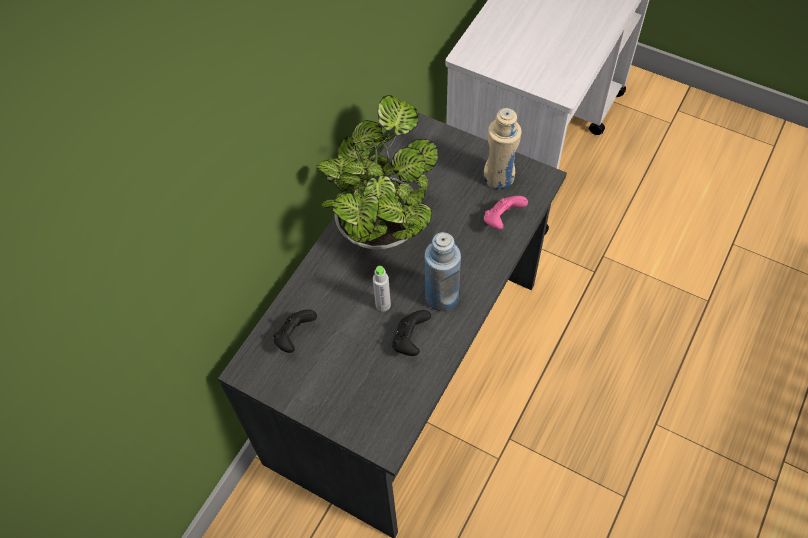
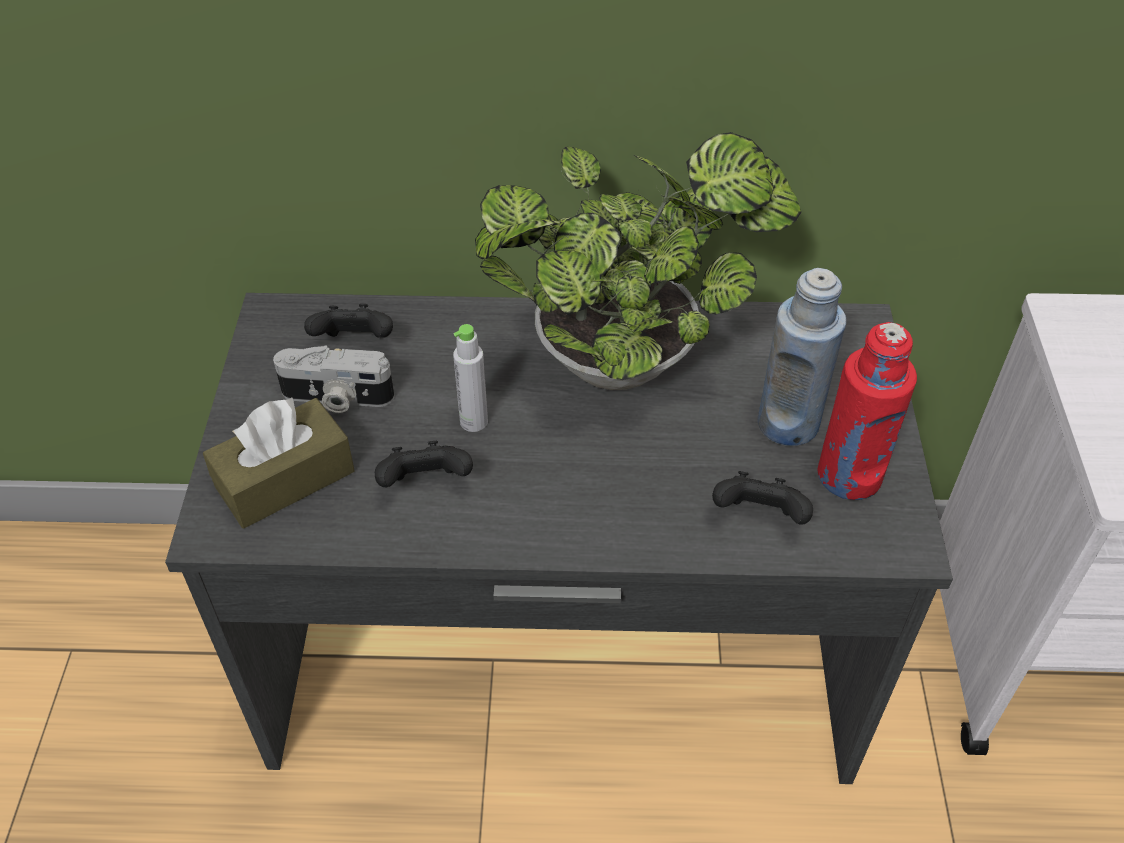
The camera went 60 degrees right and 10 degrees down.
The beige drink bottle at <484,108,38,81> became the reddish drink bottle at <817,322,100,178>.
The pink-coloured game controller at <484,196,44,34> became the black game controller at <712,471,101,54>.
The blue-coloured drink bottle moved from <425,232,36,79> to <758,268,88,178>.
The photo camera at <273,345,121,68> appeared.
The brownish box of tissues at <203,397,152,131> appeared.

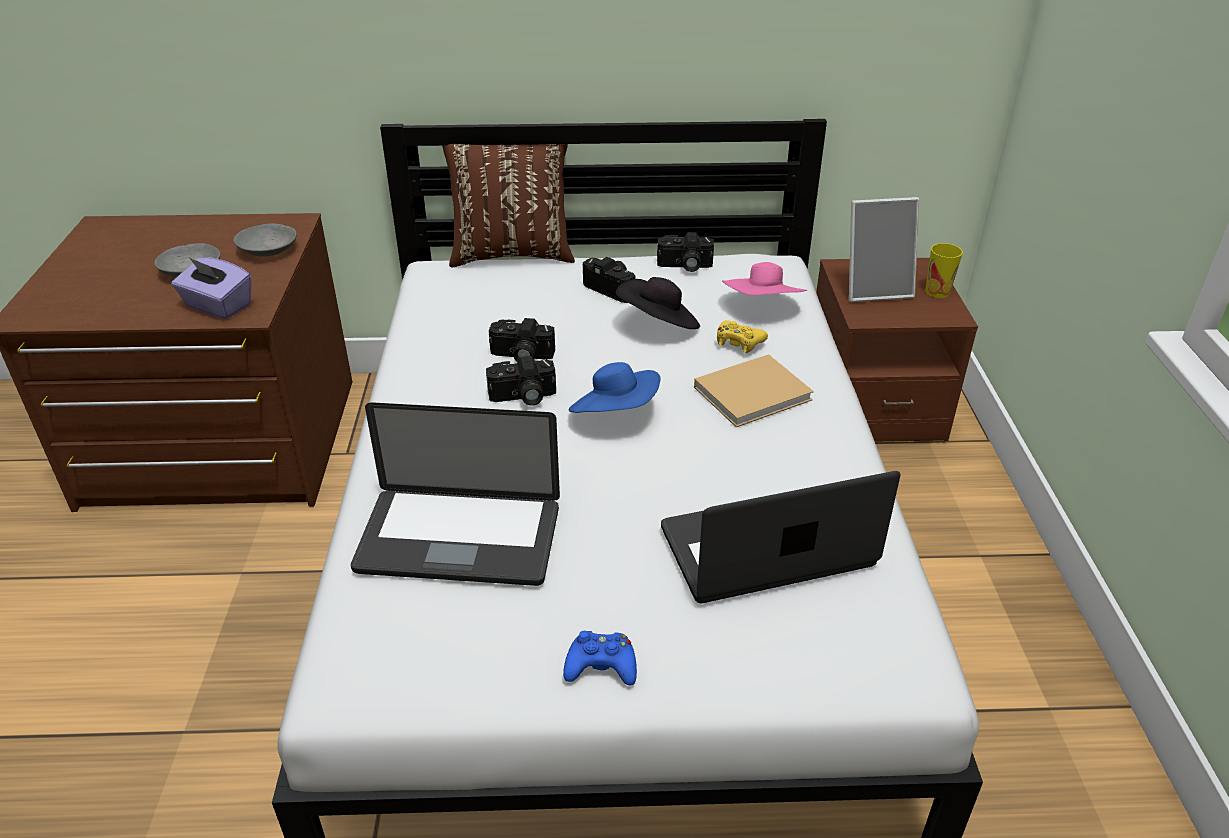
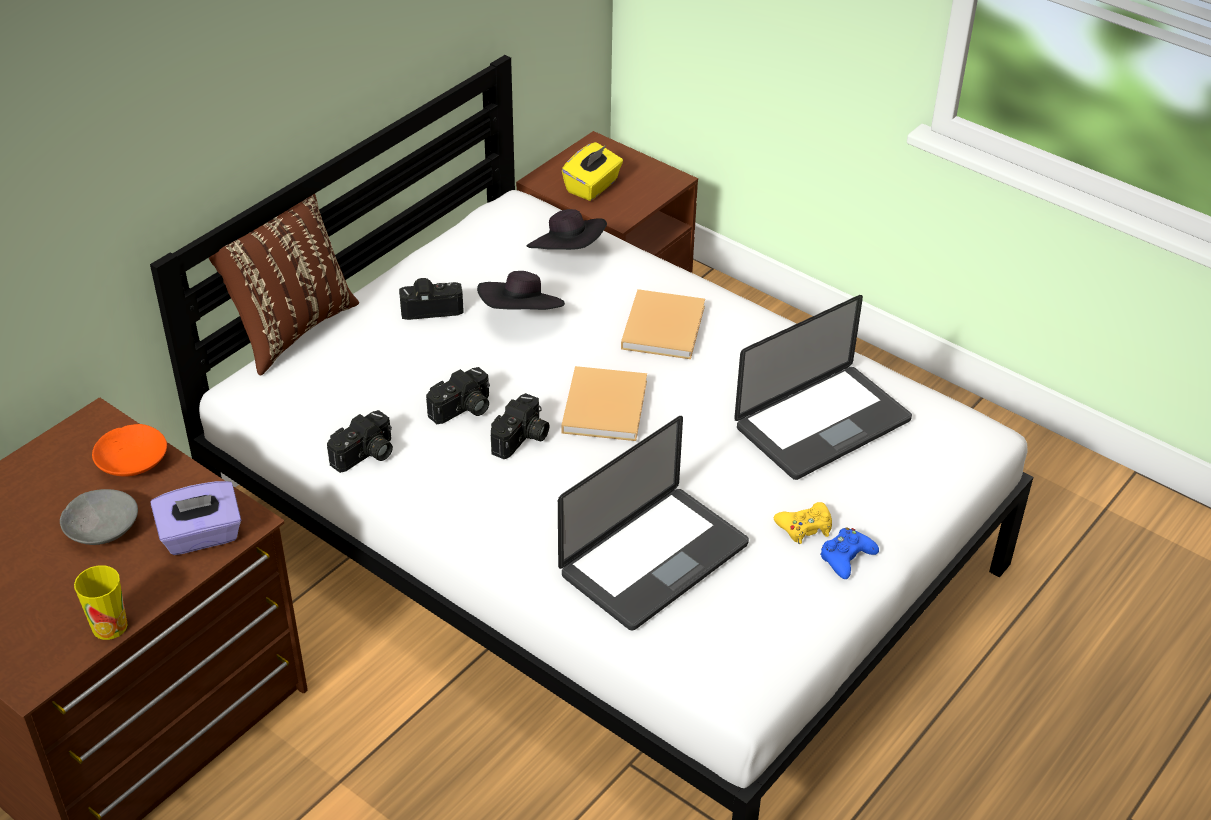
The camera went 50 degrees left and 5 degrees up.
The picture frame at <849,197,70,105> was replaced by the yellow-coloured box of tissues at <562,142,61,59>.
The grey serving bowl at <233,223,64,34> became the orange serving bowl at <92,424,75,53>.
The photo camera moved from <657,232,57,40> to <327,410,66,63>.
The small cup moved from <925,243,38,55> to <74,565,54,75>.
The pink-coloured clothing hat at <722,262,85,34> became the black clothing hat at <526,209,81,41>.
The yellow-coloured game controller moved from <717,320,51,33> to <774,502,58,42>.
The blue-coloured clothing hat at <568,362,93,51> was replaced by the beige bound book at <561,366,86,75>.
The notebook computer at <661,471,239,132> turned 150 degrees counterclockwise.

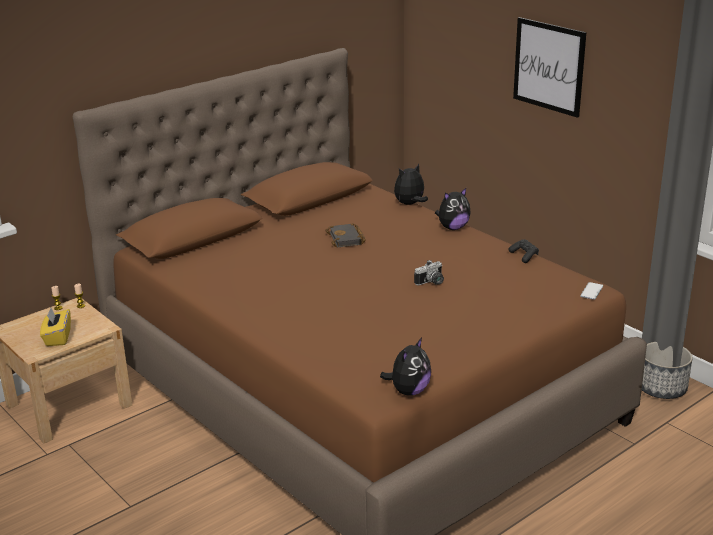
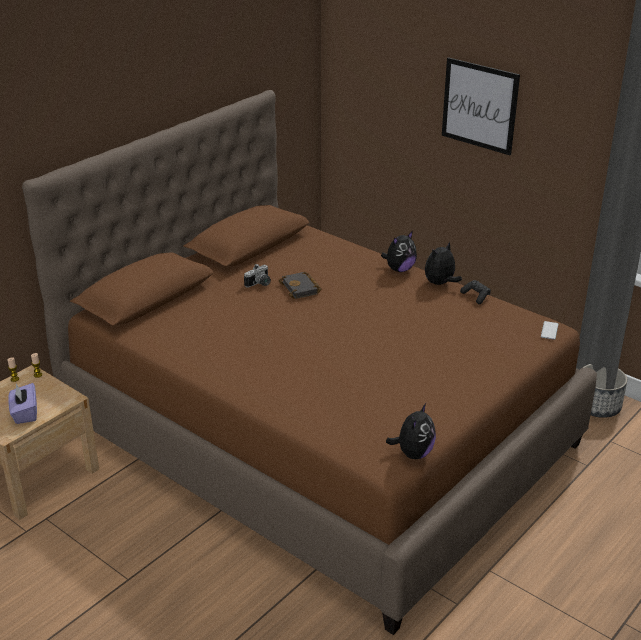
The camera went 10 degrees left and 5 degrees up.
The soft toy moved from <394,164,34,41> to <425,242,37,43>.
The photo camera moved from <414,260,30,25> to <244,264,27,24>.
The yellow-coloured box of tissues at <40,308,31,38> became the purplish box of tissues at <8,383,29,41>.

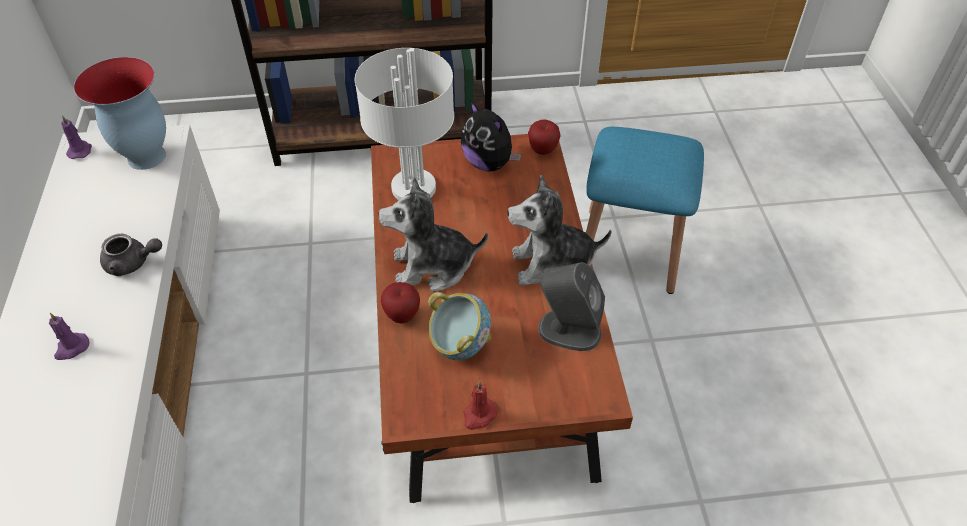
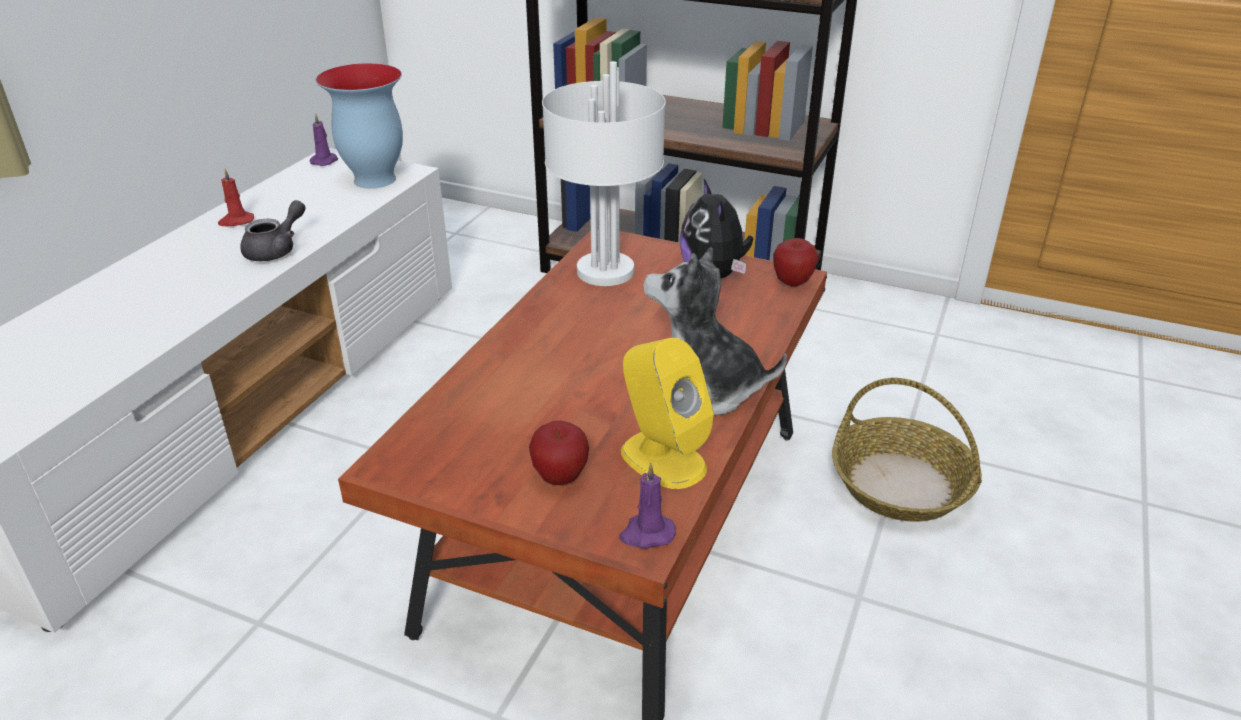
The camera went 30 degrees right and 15 degrees down.
The blue-coloured stool at <586,127,118,167> was replaced by the household basket at <832,378,150,144>.
The soft toy at <378,177,110,115> disappeared.
The grey teapot at <100,234,62,42> turned 90 degrees counterclockwise.
The grey audio speaker at <538,262,67,89> became the yellow-coloured audio speaker at <621,338,93,151>.
The apple moved from <381,282,39,41> to <529,421,60,64>.
The serving bowl at <428,292,64,68> disappeared.
The purplish wax light moved from <49,313,41,47> to <619,463,57,85>.
The reddish wax light moved from <463,381,35,49> to <218,169,36,57>.

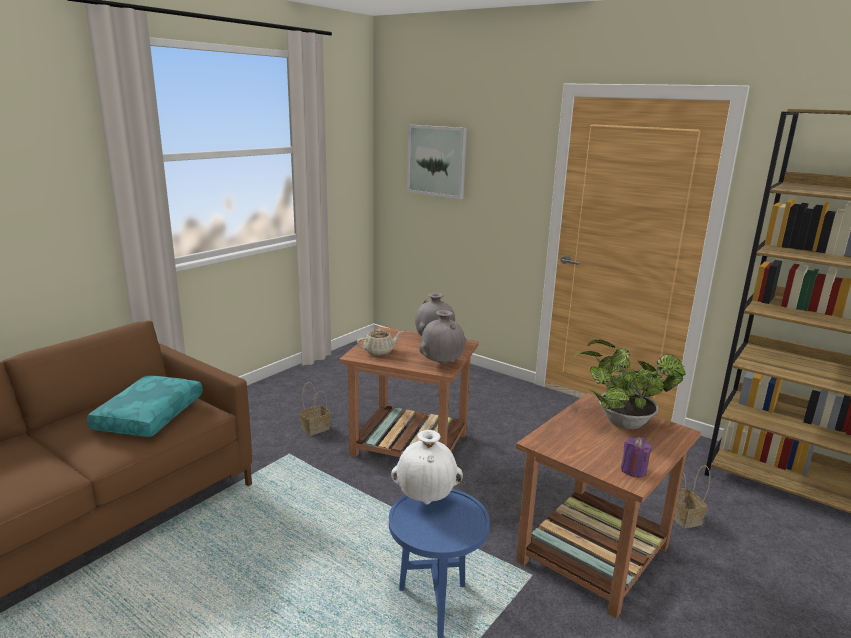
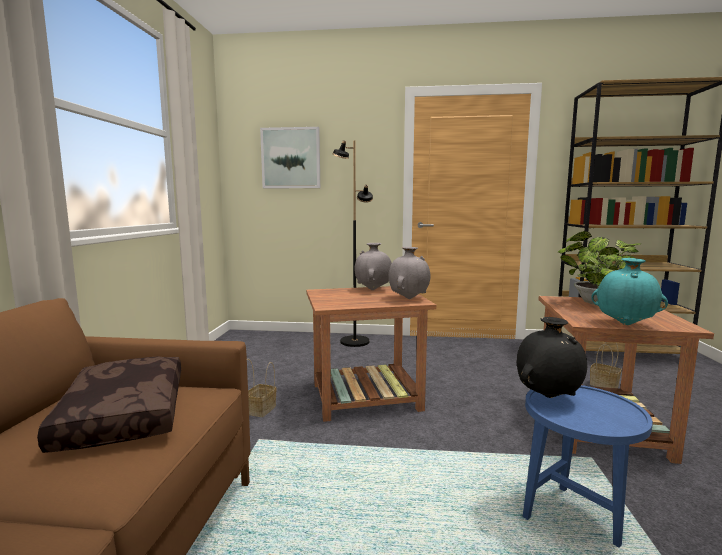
The camera went 30 degrees left and 10 degrees down.
The beige teapot at <357,329,46,26> disappeared.
The blue-green cushion at <87,376,115,61> became the brownish cushion at <37,356,144,97>.
The white-coloured decorative vase at <391,430,72,75> became the black decorative vase at <517,317,70,81>.
The purplish wax light at <621,437,31,40> disappeared.
The black floor lamp at <332,140,41,207> appeared.
The blue-green decorative vase at <591,258,77,67> appeared.

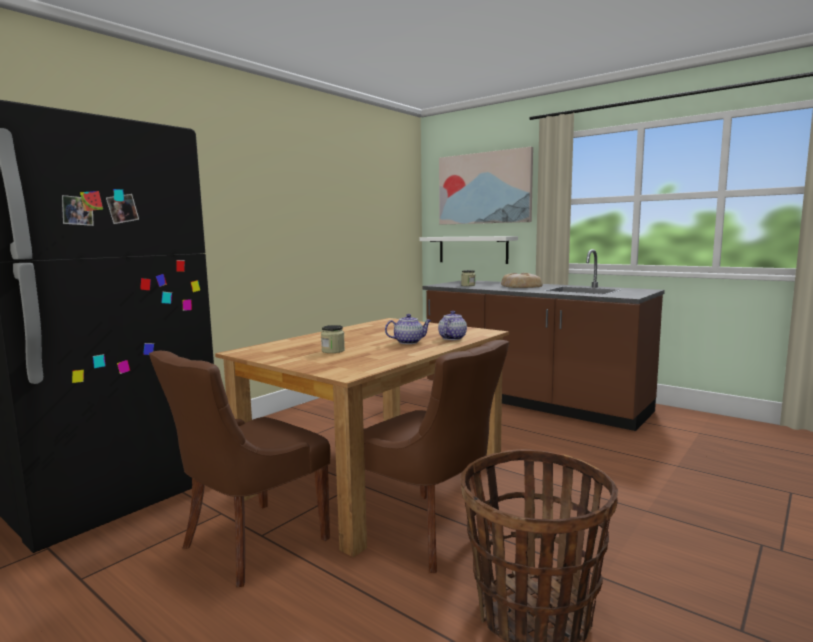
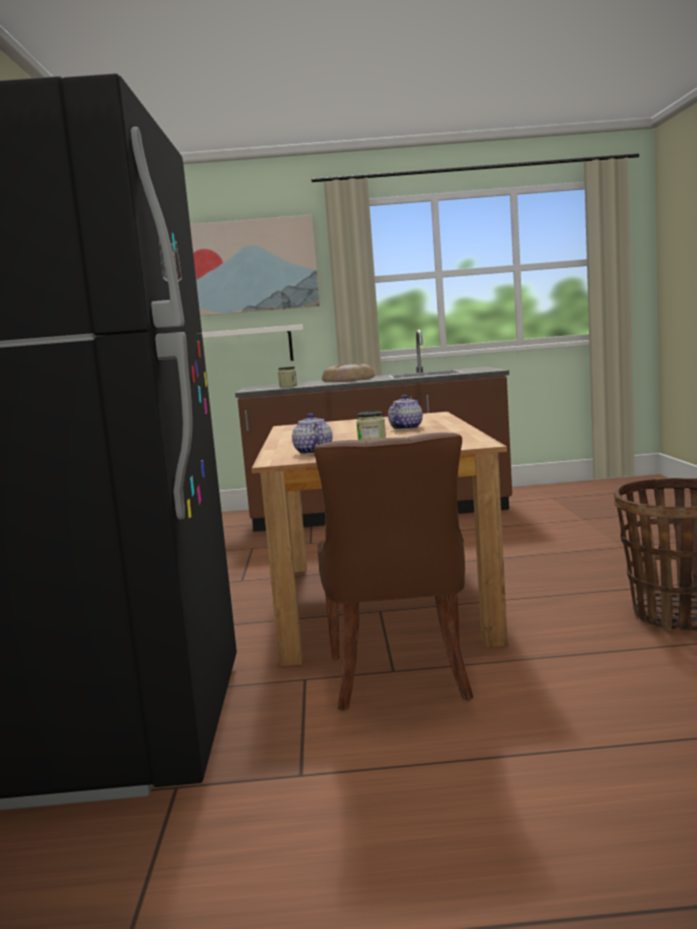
The camera went 40 degrees left and 0 degrees up.
The teapot moved from <438,311,29,29> to <292,413,41,42>.
The brownish upright chair at <364,340,145,233> disappeared.

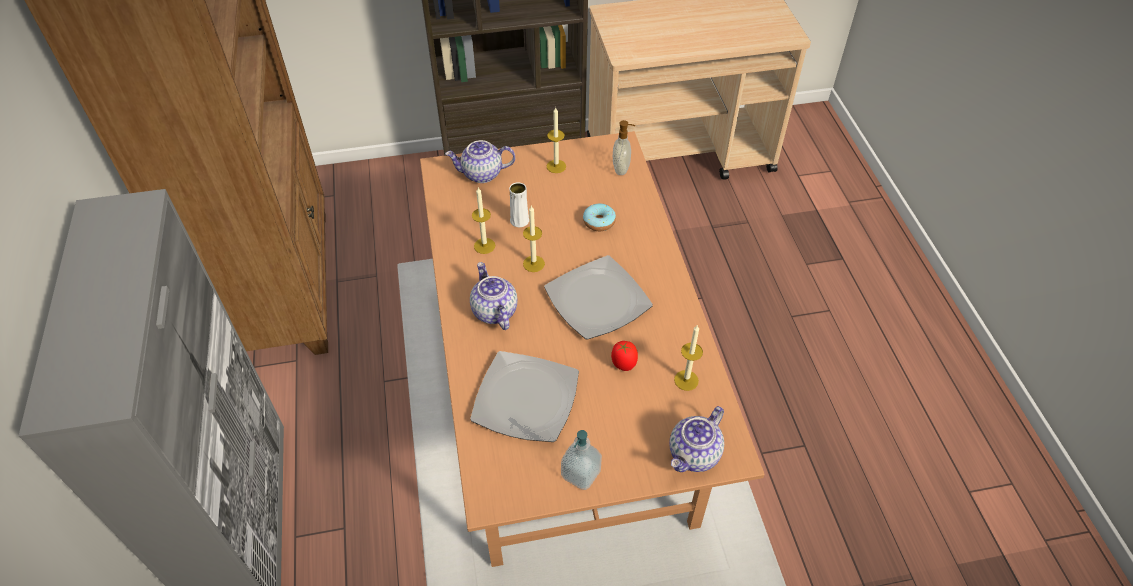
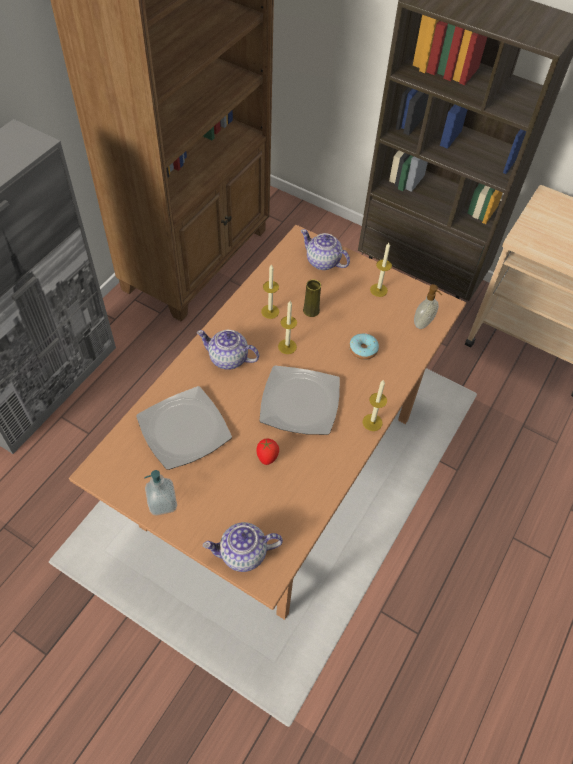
The camera went 40 degrees right and 5 degrees up.
The white-coloured decorative vase at <509,182,20,45> became the yellow-coloured decorative vase at <303,279,18,38>.
The teapot at <470,262,48,68> turned 90 degrees counterclockwise.
The wax light moved from <674,325,29,66> to <362,380,25,51>.

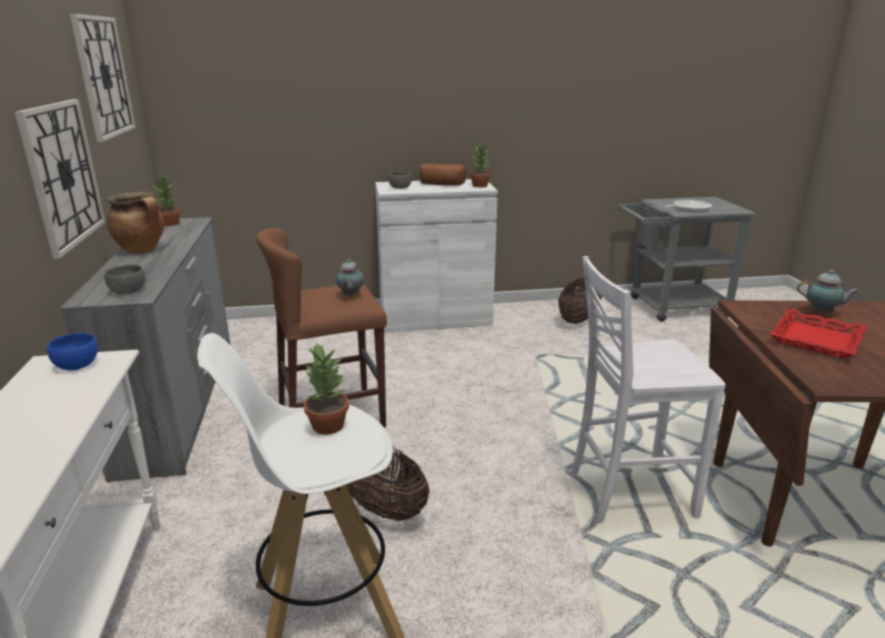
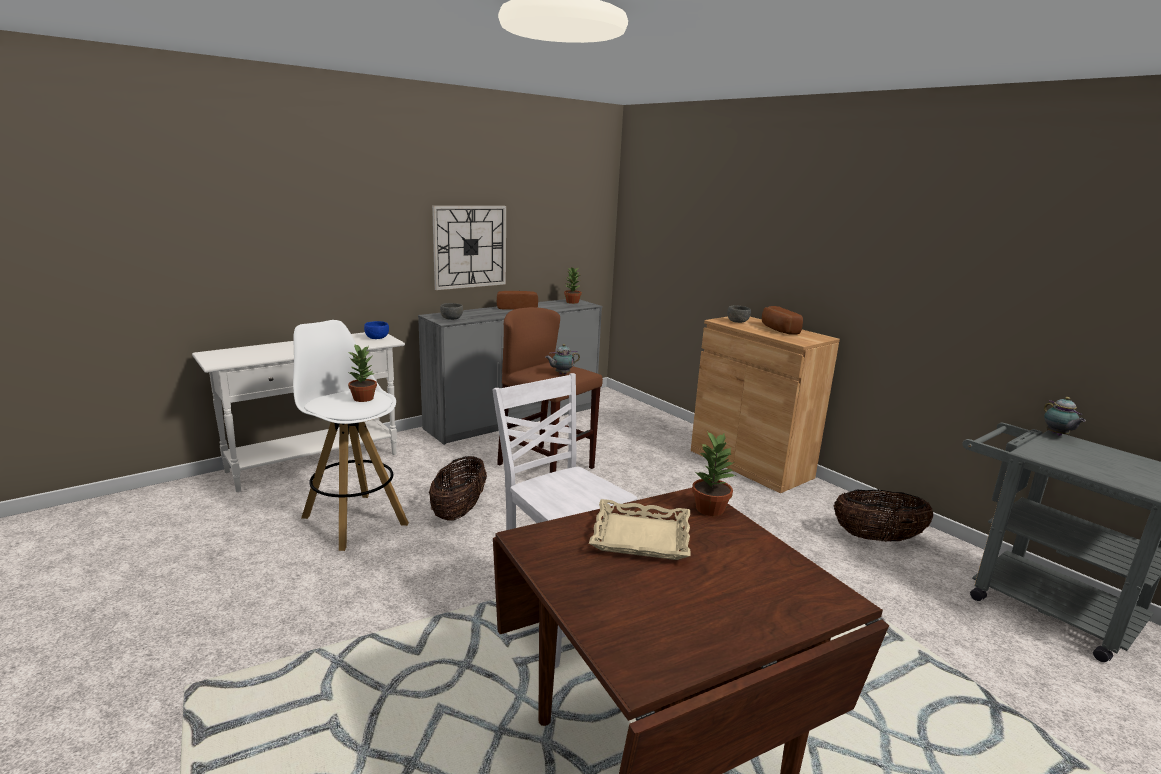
The camera went 60 degrees right and 5 degrees down.
The wall clock at <70,13,66,129> disappeared.
The houseplant moved from <470,142,21,45> to <692,431,44,85>.
The white-coloured cabinet at <375,179,123,154> became the brownish cabinet at <691,316,149,177>.
The stockpot at <107,192,58,62> was replaced by the bread at <497,291,41,19>.
The frying pan at <664,200,48,12> disappeared.
The teapot moved from <797,270,63,44> to <1044,397,42,39>.
The reddish carrying tray at <770,309,97,50> became the beige carrying tray at <589,499,101,61>.

